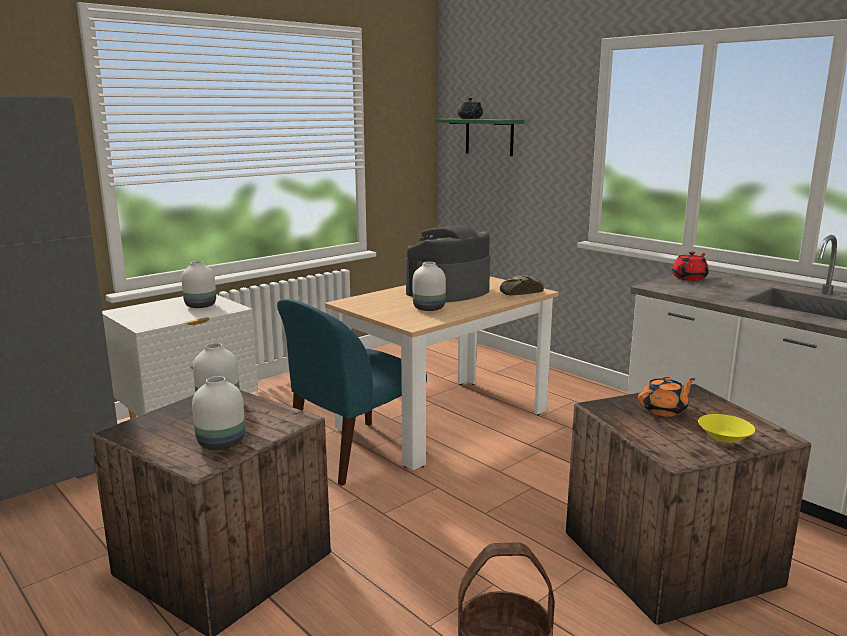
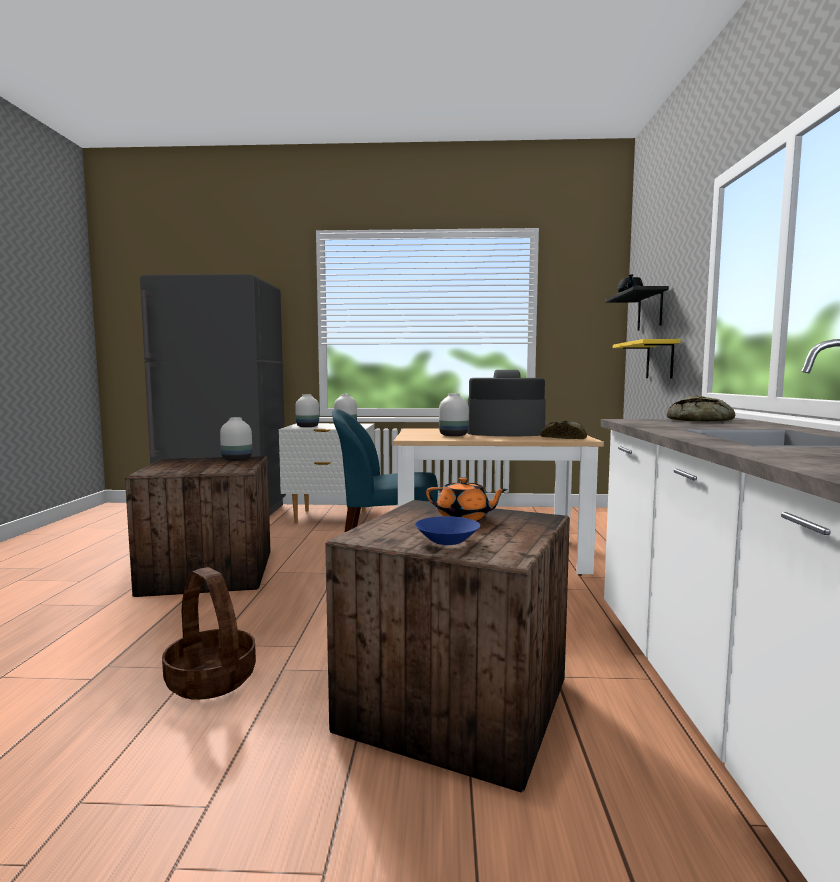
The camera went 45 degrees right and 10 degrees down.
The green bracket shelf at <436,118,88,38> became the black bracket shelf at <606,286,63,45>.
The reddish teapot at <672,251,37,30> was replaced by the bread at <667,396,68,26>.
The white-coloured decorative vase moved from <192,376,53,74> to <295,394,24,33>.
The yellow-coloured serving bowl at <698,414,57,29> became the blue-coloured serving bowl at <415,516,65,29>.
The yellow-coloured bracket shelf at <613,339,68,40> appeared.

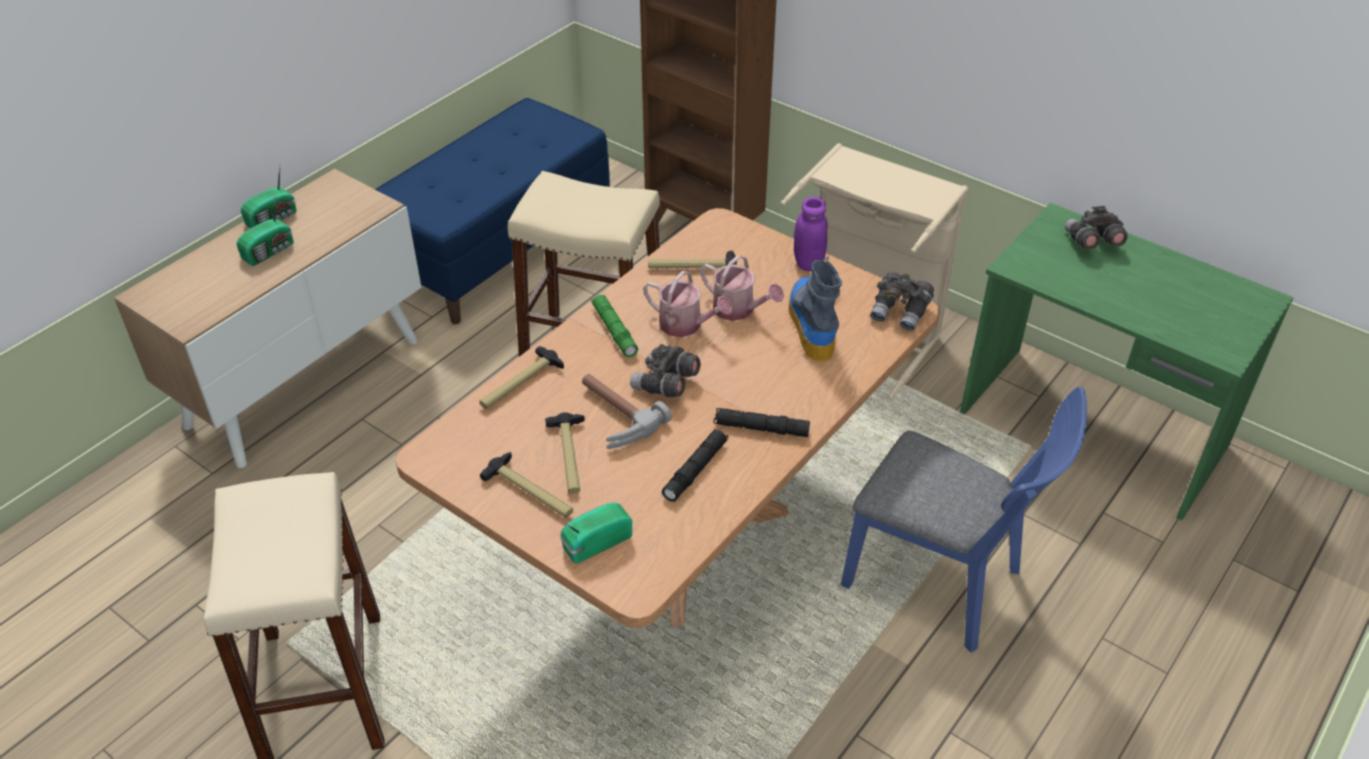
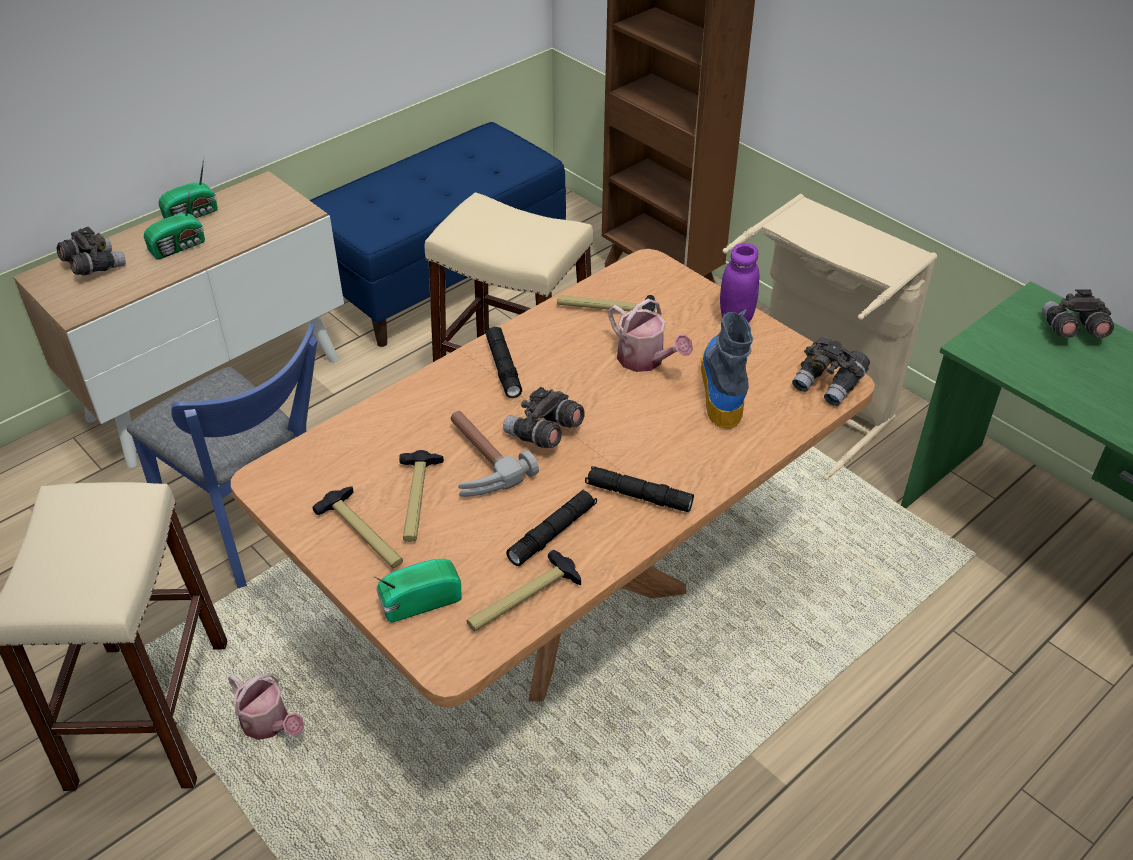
The camera went 10 degrees right and 0 degrees up.
The watering can moved from <643,271,90,66> to <228,673,76,67>.
The green hand torch at <591,295,47,62> became the black hand torch at <485,327,37,71>.
The hammer moved from <479,346,85,63> to <467,550,114,81>.
The blue-coloured upright chair moved from <841,387,246,266> to <127,324,191,264>.
The grey field glasses at <57,227,69,49> appeared.

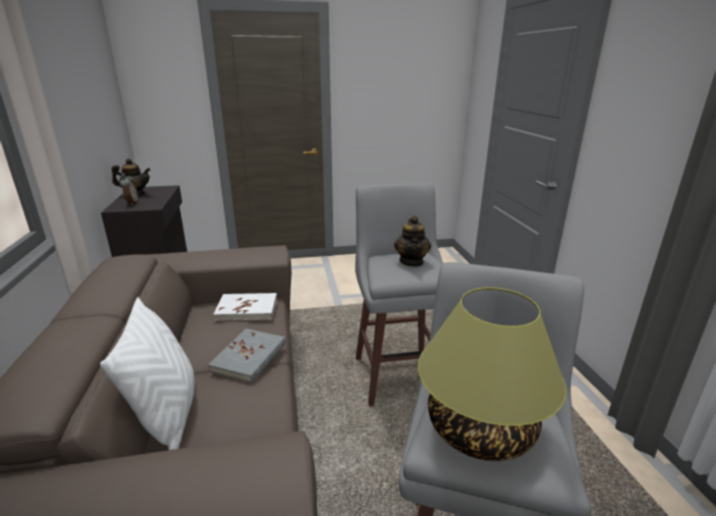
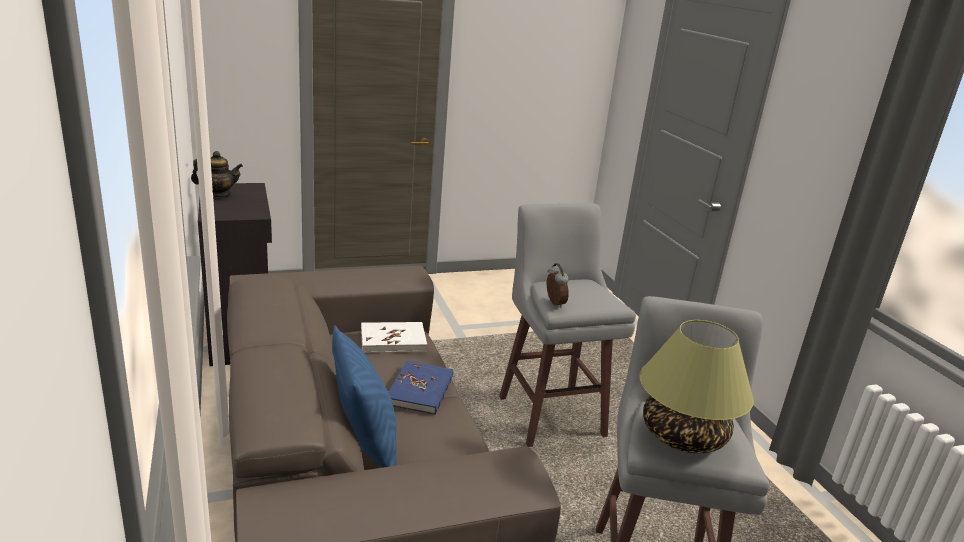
The camera went 10 degrees left and 0 degrees up.
The bedside clock moved from <120,173,18,32> to <547,263,22,45>.
The teapot at <394,216,37,51> disappeared.
The white-coloured cushion at <100,297,95,153> became the blue-coloured cushion at <332,325,65,143>.
The grey bound book at <208,329,78,54> became the blue-coloured bound book at <388,361,65,54>.

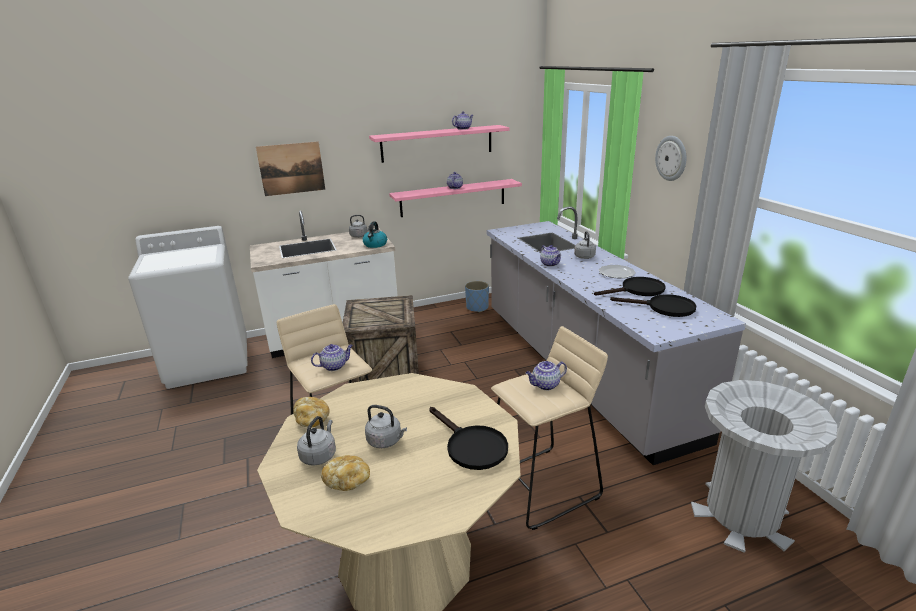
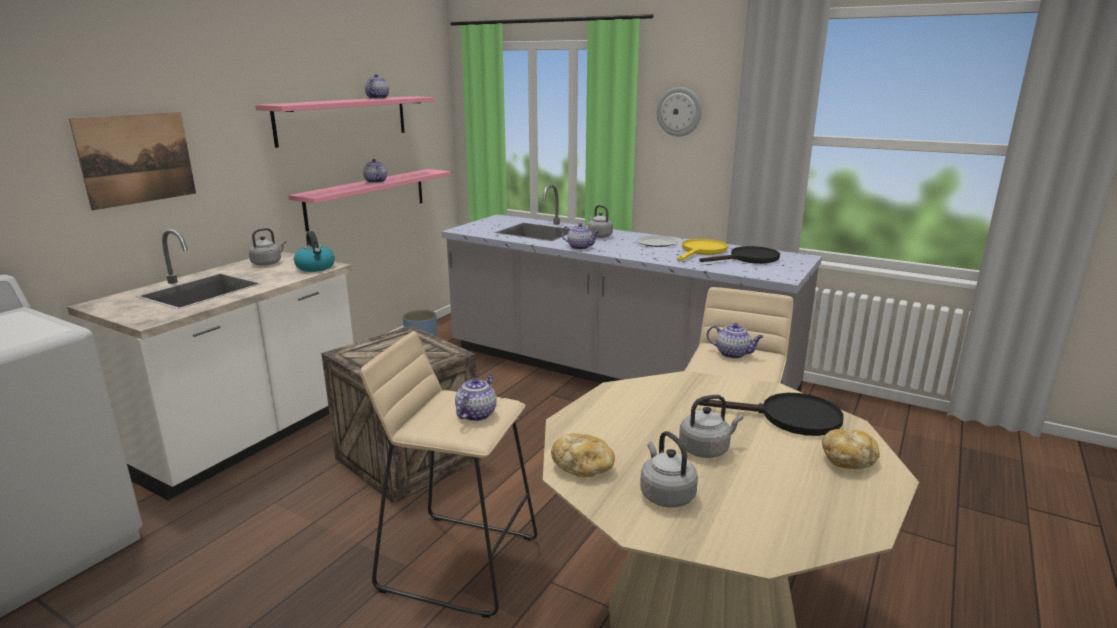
The camera went 40 degrees left and 5 degrees down.
The black frying pan at <594,277,72,19> became the yellow-coloured frying pan at <677,239,51,22>.
The teapot at <526,361,41,30> turned 90 degrees counterclockwise.
The grey waste bin at <691,380,146,173> disappeared.
The bread moved from <321,455,49,36> to <822,429,58,40>.

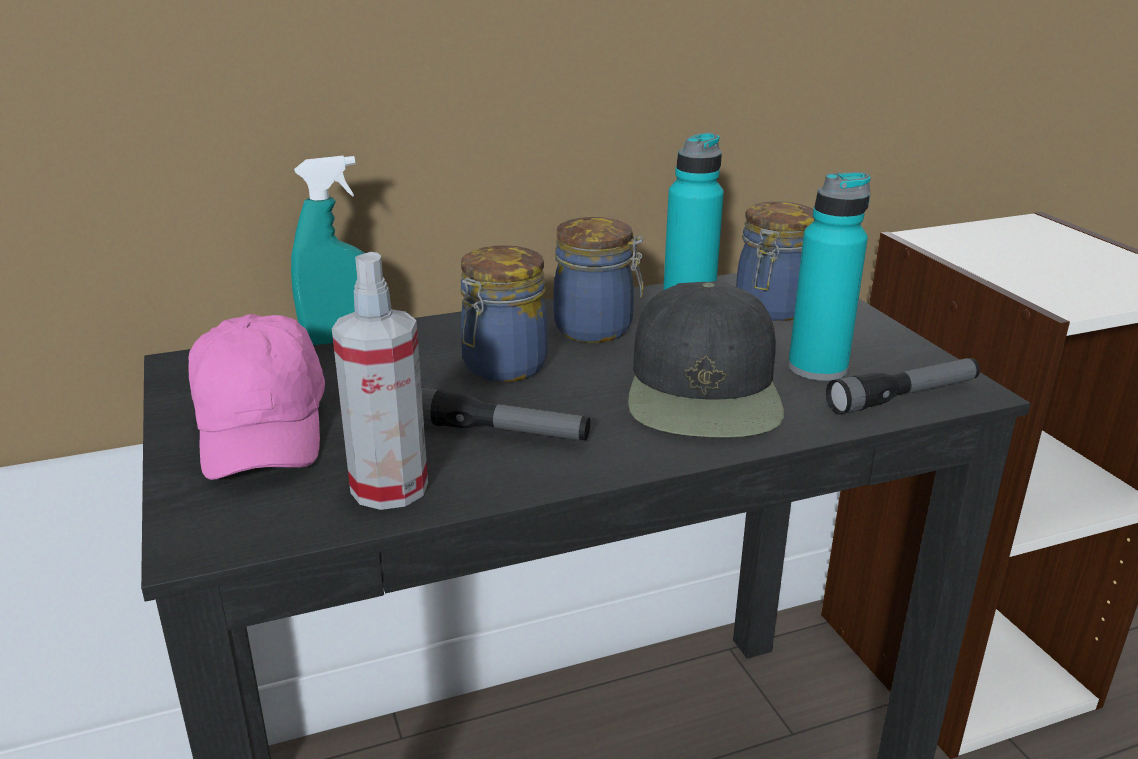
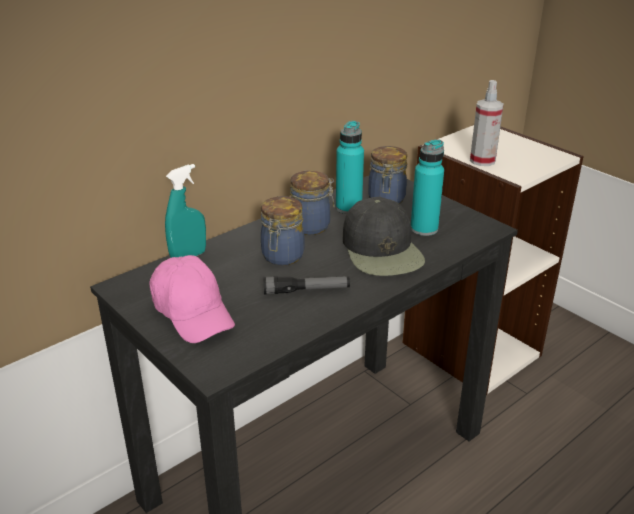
The camera went 20 degrees left and 5 degrees up.
The sprayer moved from <332,252,96,258> to <470,80,34,86>.
The hand torch at <826,358,154,56> disappeared.

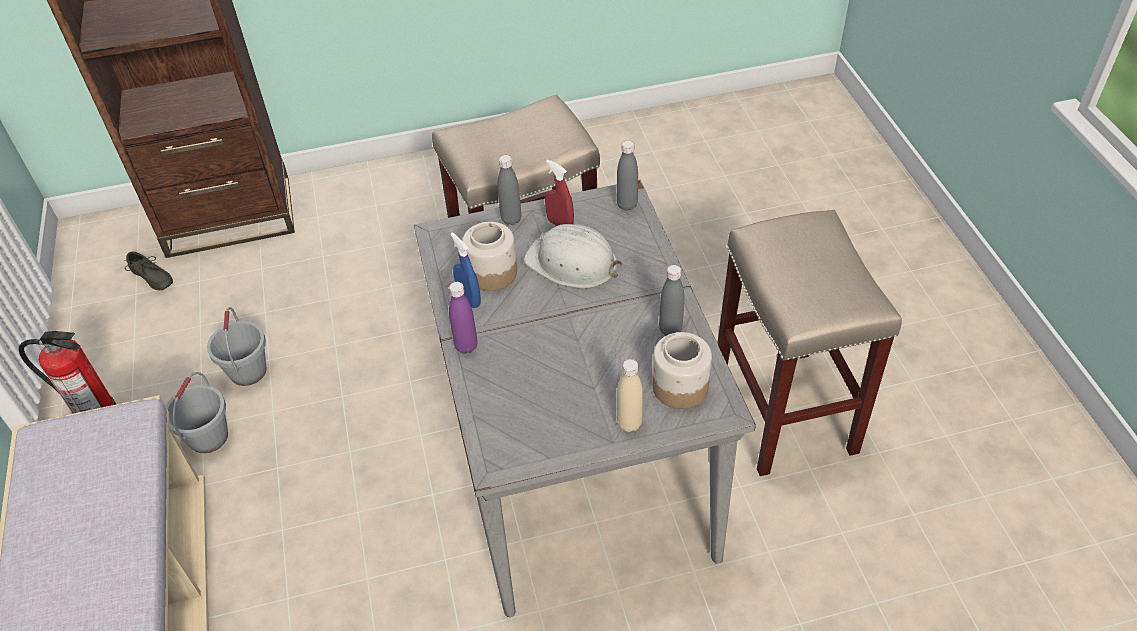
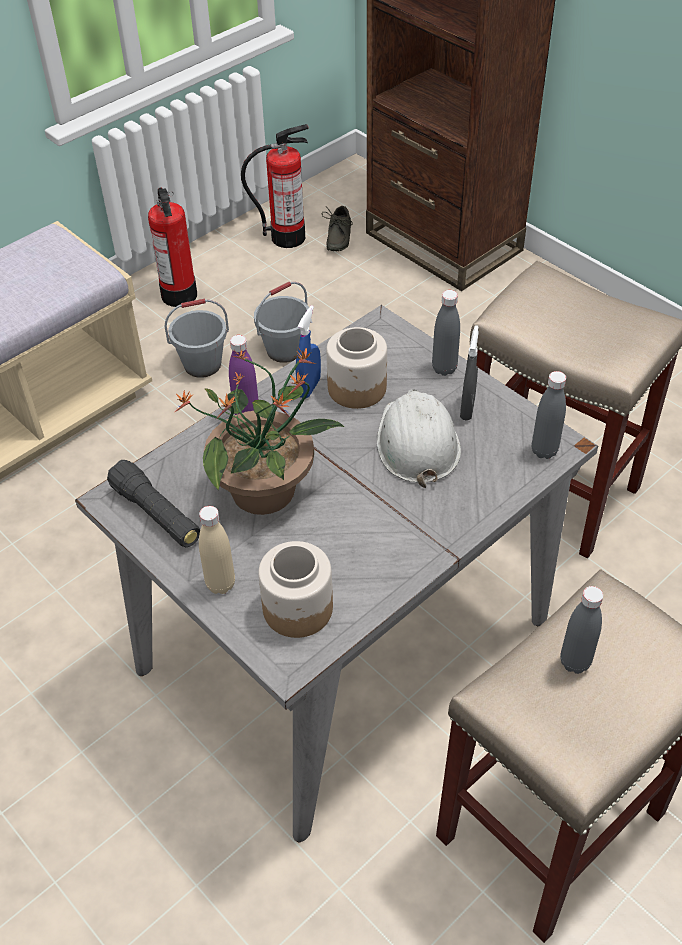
The camera went 60 degrees right and 0 degrees up.
The reddish sprayer at <545,159,29,67> became the grey sprayer at <460,325,19,96>.
The grey drink bottle moved from <659,265,25,71> to <560,586,43,88>.
The fire extinguisher at <241,124,68,124> appeared.
The houseplant at <175,347,169,168> appeared.
The black hand torch at <107,460,93,87> appeared.

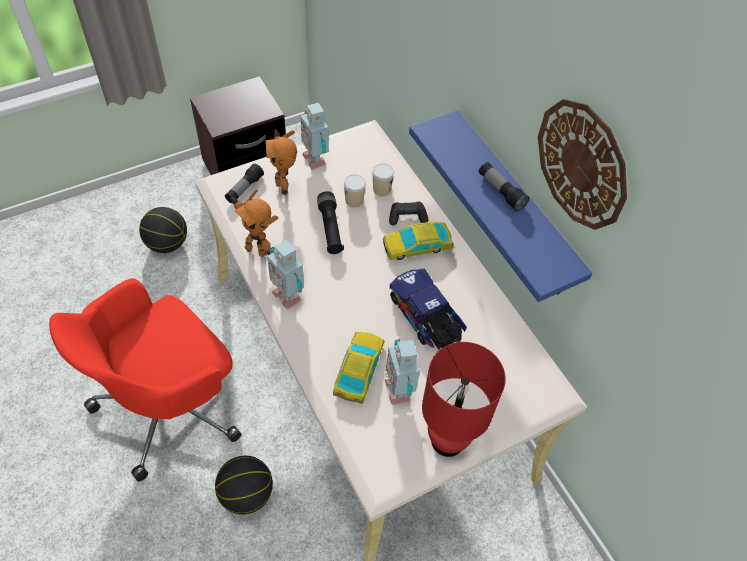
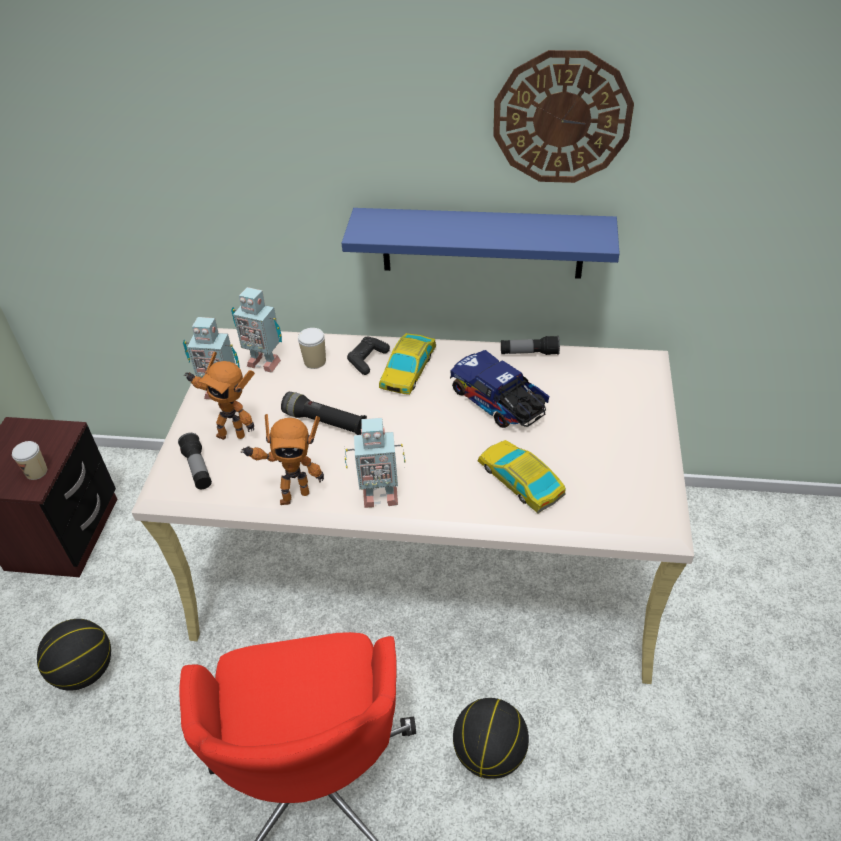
The camera went 50 degrees left and 10 degrees down.
The hand torch moved from <479,162,50,49> to <501,336,59,19>.
The small cup moved from <344,174,22,34> to <12,441,35,39>.
The model truck at <389,268,78,82> turned 45 degrees clockwise.
The toy robot moved from <385,339,35,66> to <231,287,51,86>.
The reddish lamp for a table at <422,342,84,115> disappeared.

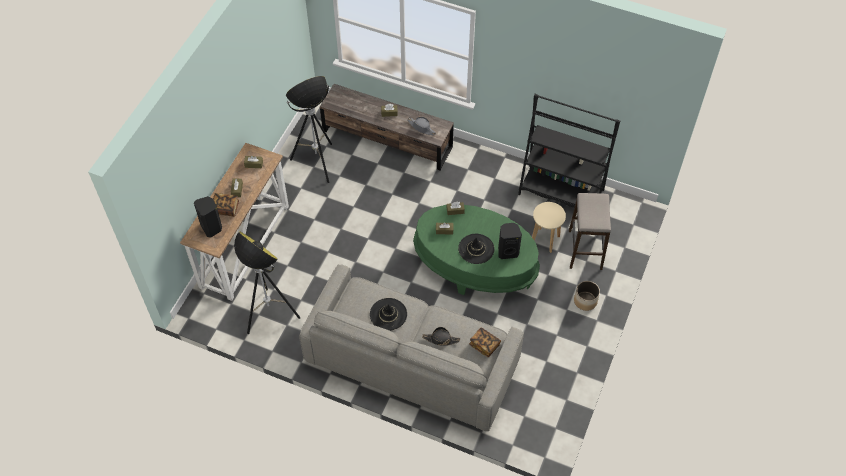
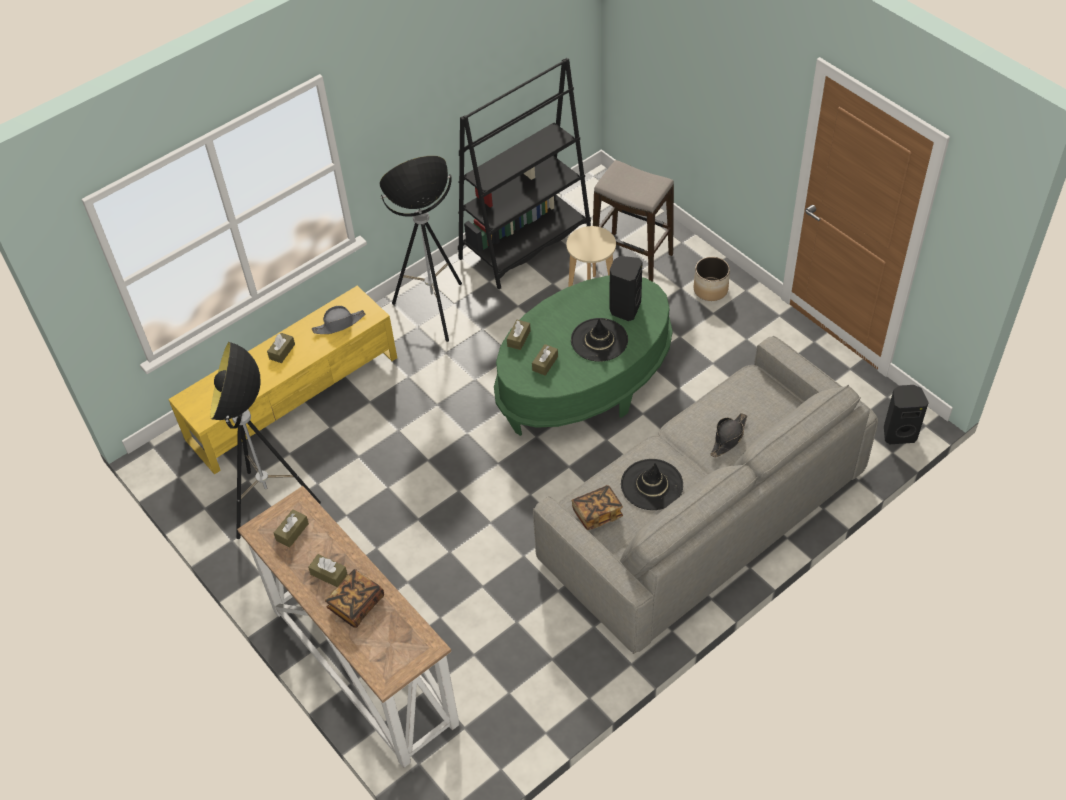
The camera went 60 degrees left and 5 degrees down.
The brownish tv unit at <320,84,134,87> became the yellow-coloured tv unit at <168,286,229,189>.
The black audio speaker moved from <194,196,28,42> to <884,385,45,59>.
The floor lamp moved from <234,231,66,103> to <379,156,83,186>.
The bound book moved from <469,327,32,30> to <572,485,51,45>.

